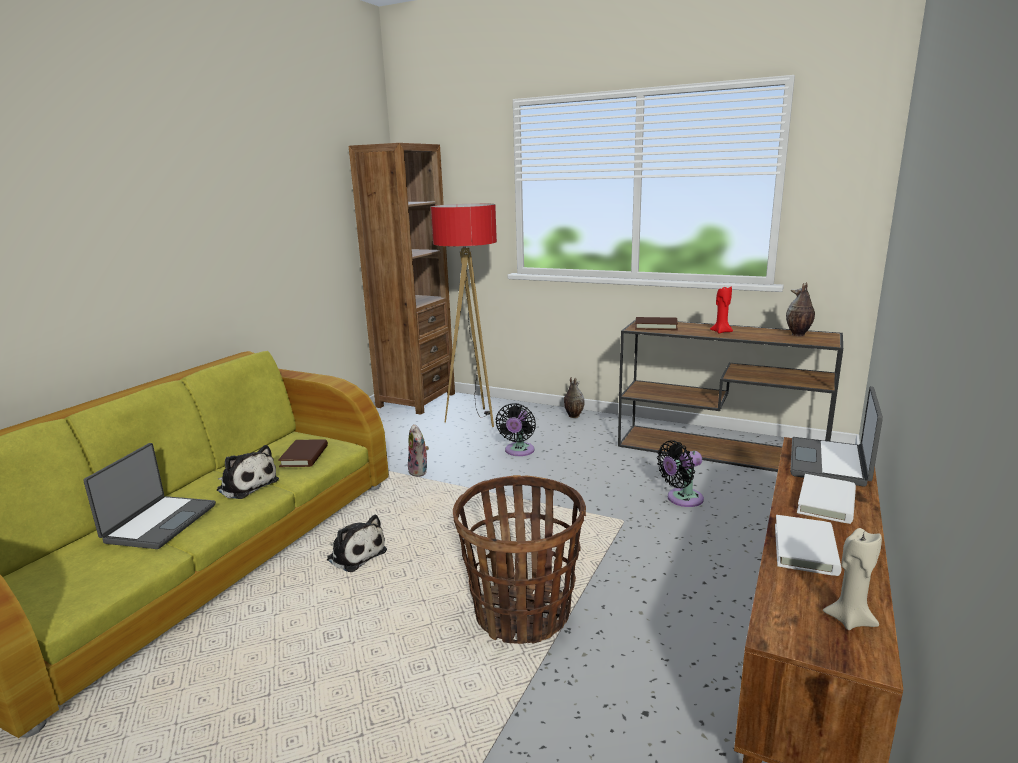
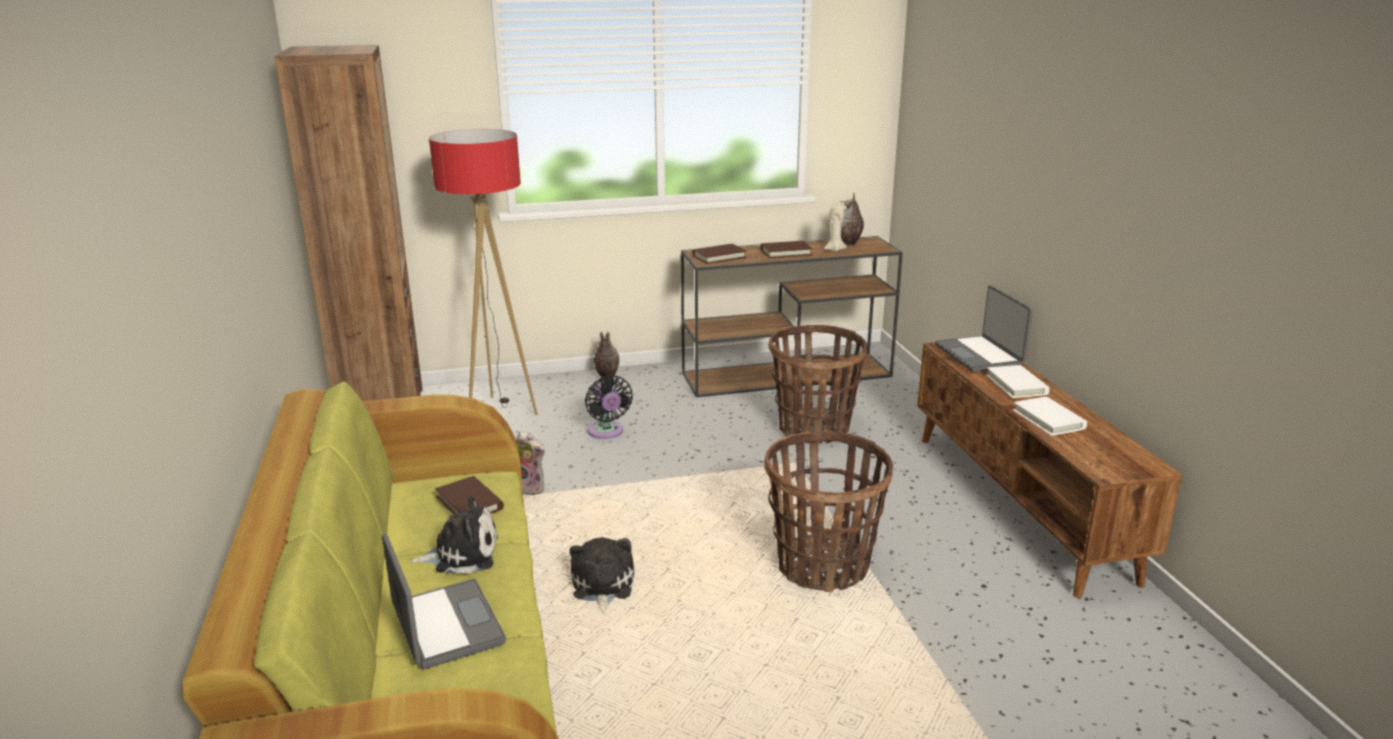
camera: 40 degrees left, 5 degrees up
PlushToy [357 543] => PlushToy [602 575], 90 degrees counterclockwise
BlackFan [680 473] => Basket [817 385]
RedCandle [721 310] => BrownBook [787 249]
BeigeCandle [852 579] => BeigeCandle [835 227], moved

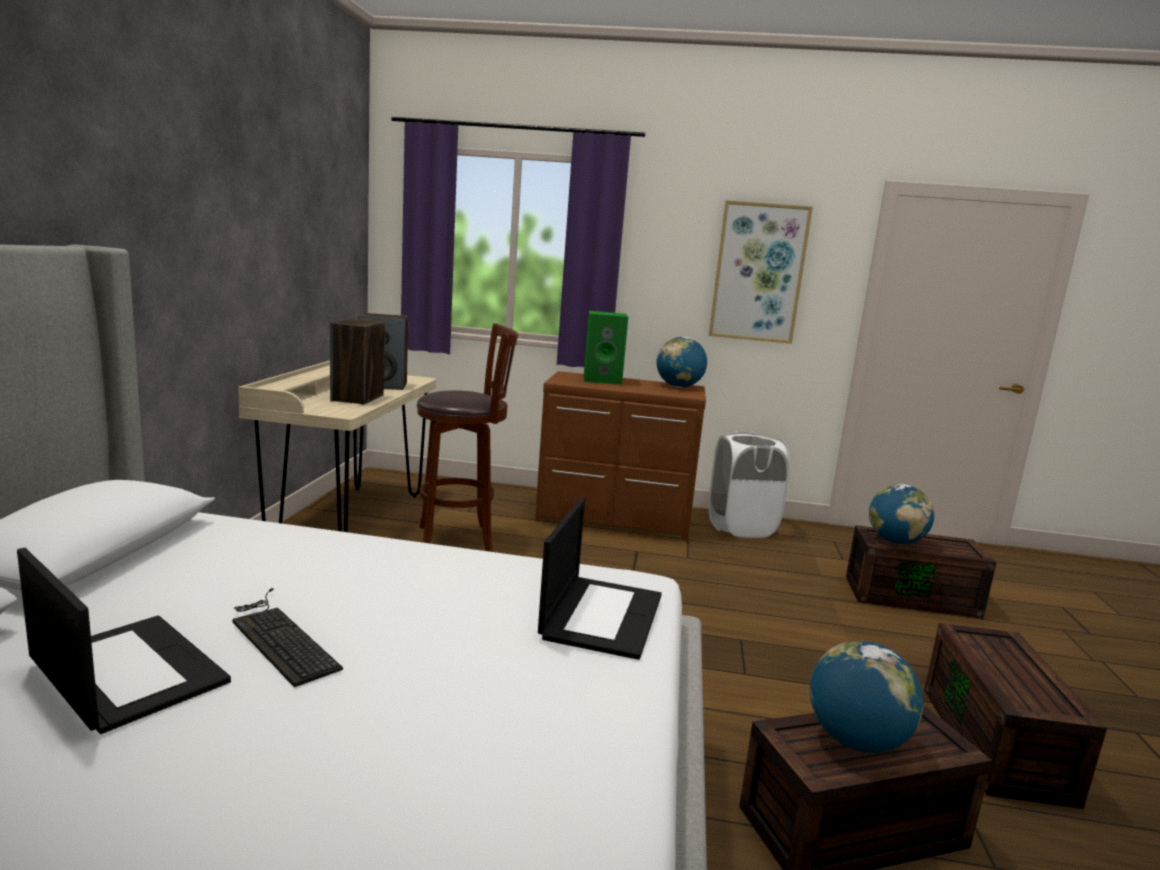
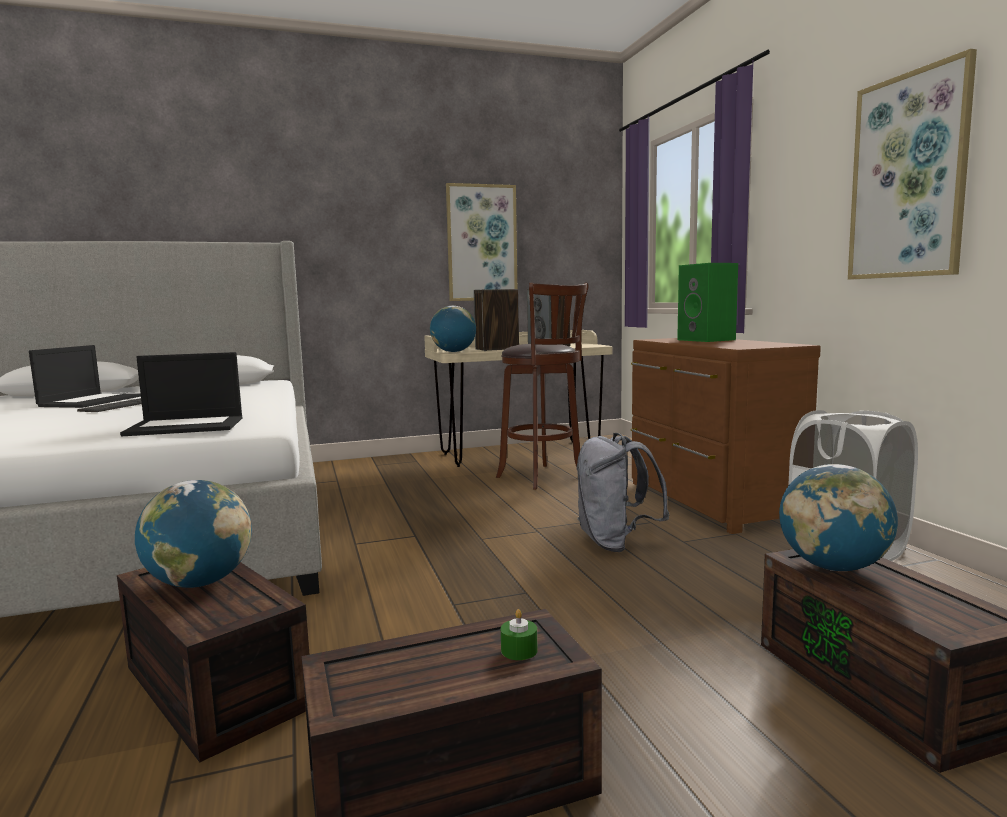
camera: 65 degrees right, 5 degrees down
Globe [682 362] => Globe [453 329], moved
nothing => Picture [481 242]
nothing => GreenCandle [519 634]
nothing => GreyBackpack [623 492]

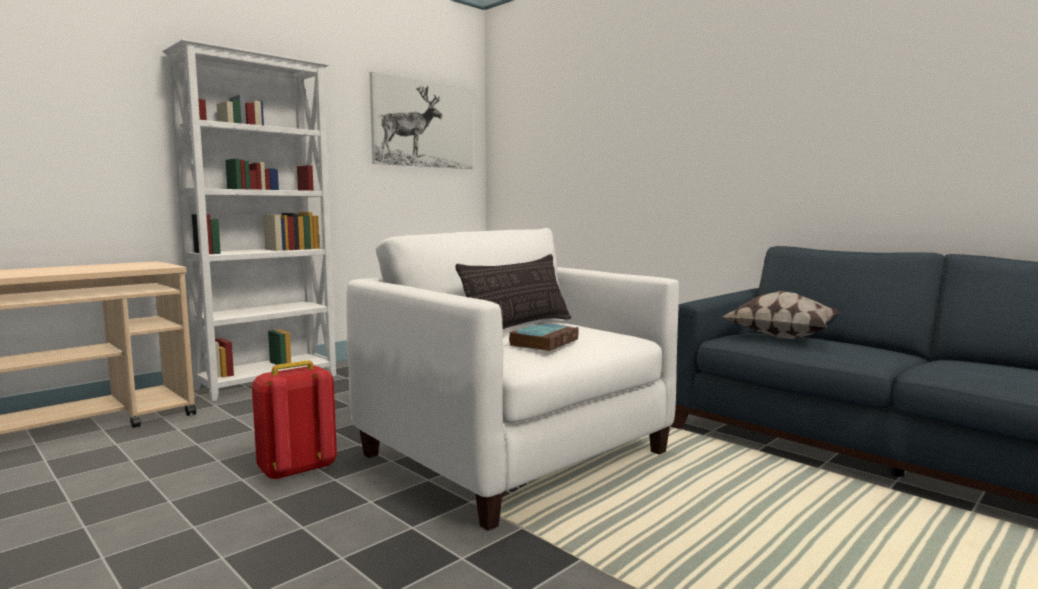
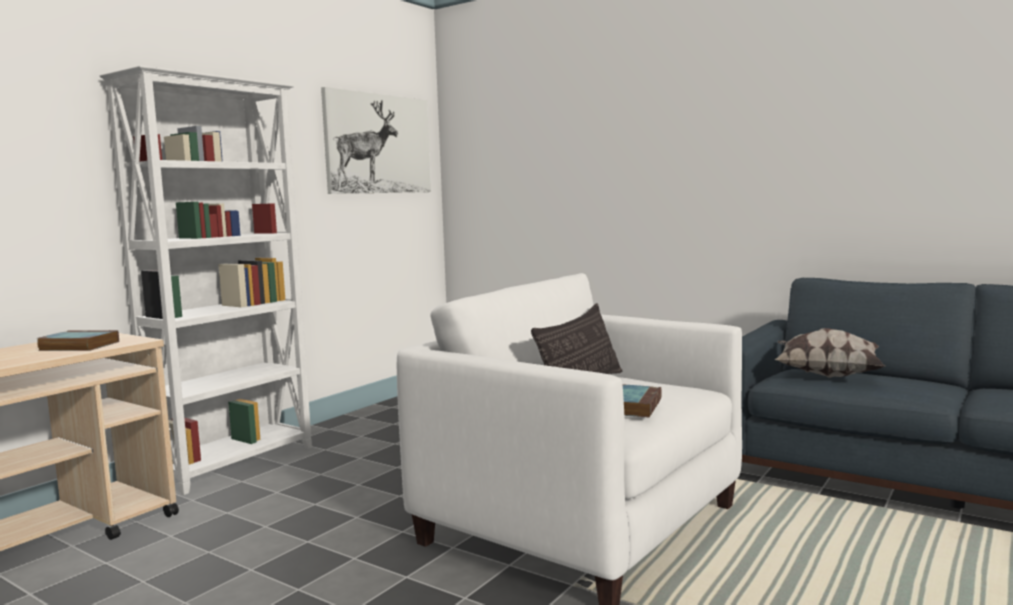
camera: 10 degrees left, 0 degrees up
RedBackpack [294 420] => nothing
nothing => Book [78 340]

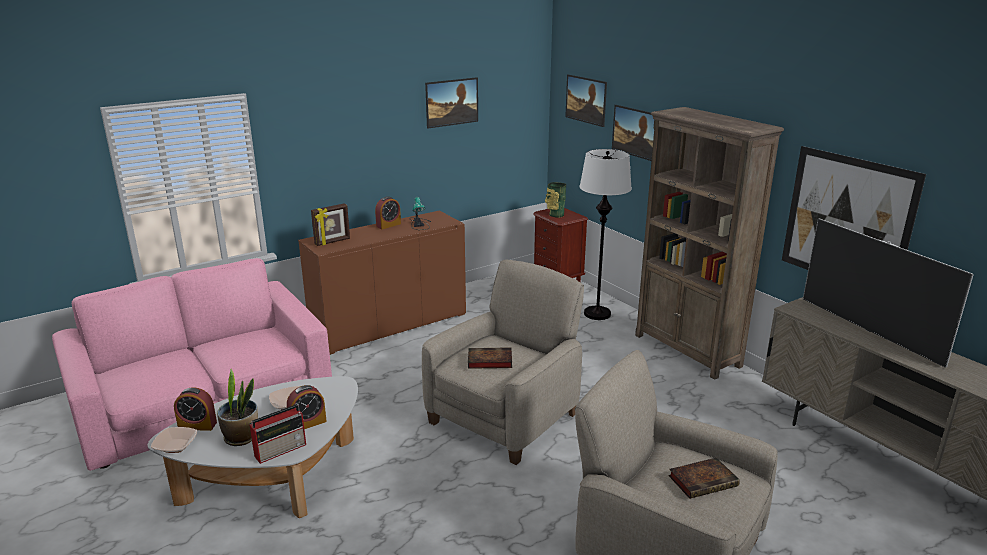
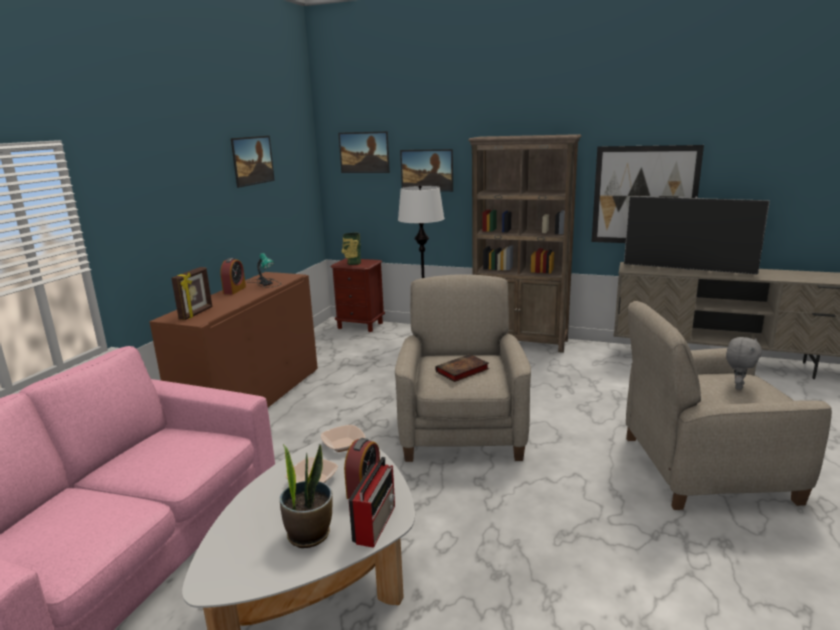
camera: 35 degrees left, 5 degrees down
Bowl [174 440] => Bowl [343 438], moved
AlarmClock [195 409] => nothing
Book [704 478] => GreyPlushToy [744 363]

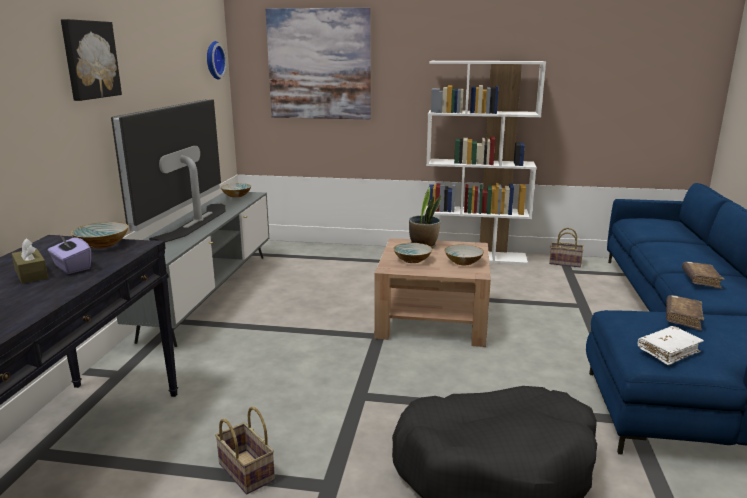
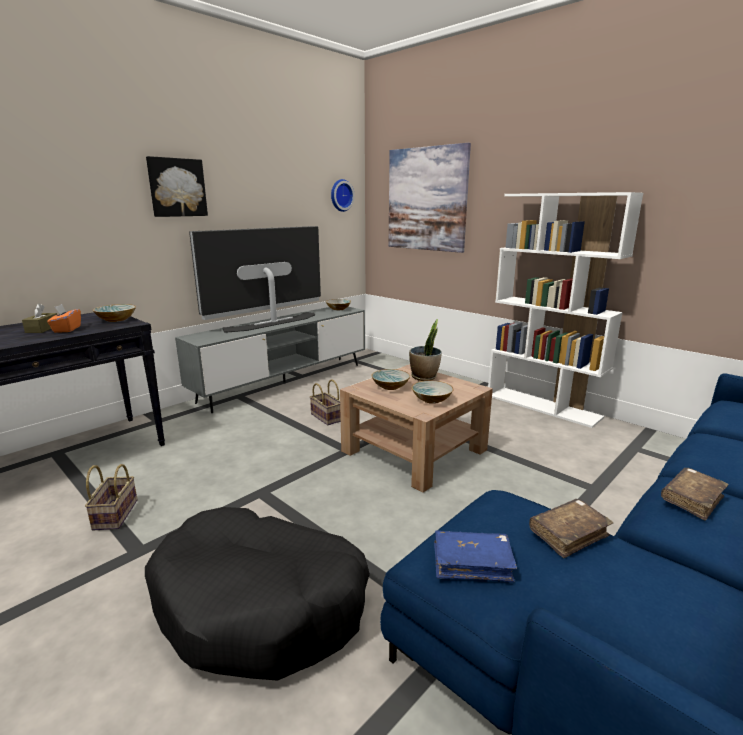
camera: 35 degrees right, 0 degrees up
PurpleTissueBox [69 254] => OrangeTissueBox [64 318]
Basket [566 247] => Basket [325 402], moved
WhiteBook [671 345] => BlueBook [475 556]

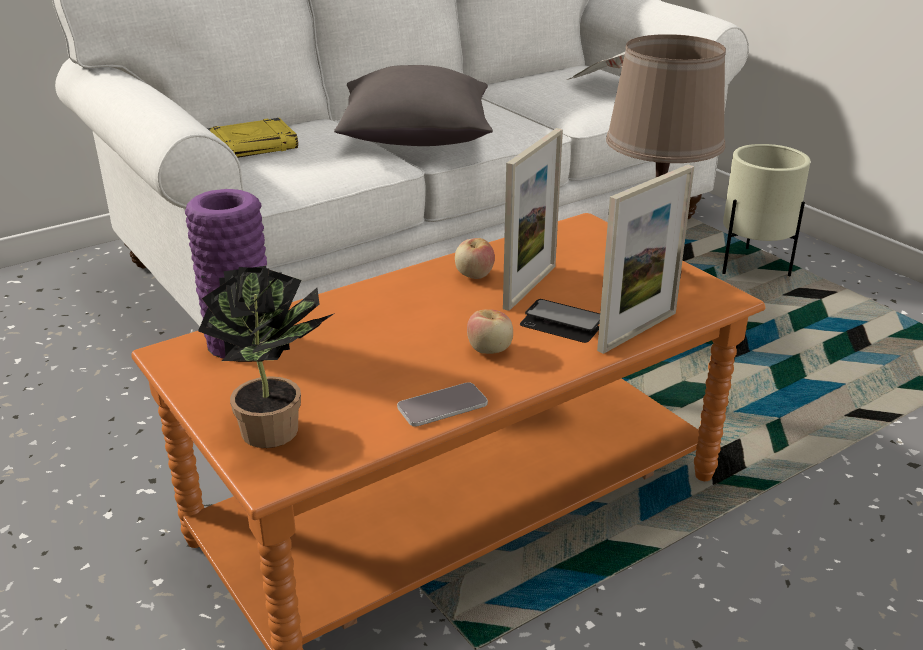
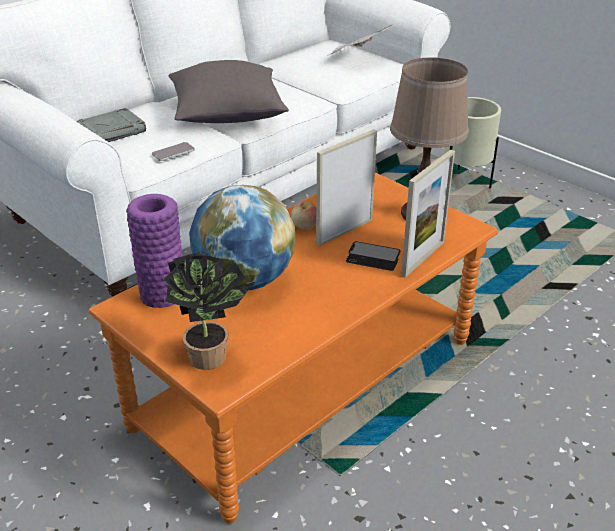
camera: 10 degrees left, 5 degrees up
YellowBook [252 138] => GreyBook [111 125]
Phone [442 404] => Phone [173 151], moved
Apple [490 331] => nothing
PictureFrame [533 219] => PictureFrame [346 187], 150 degrees counterclockwise
nothing => Globe [242 237]

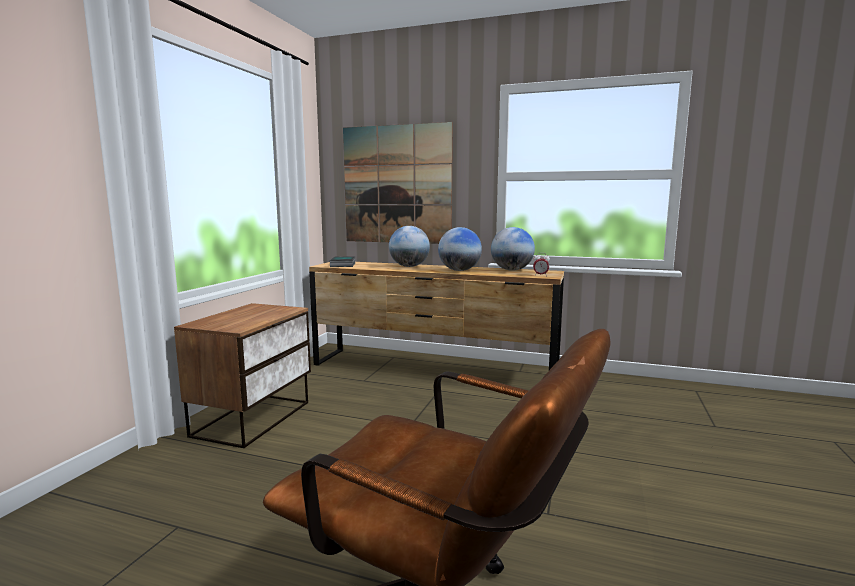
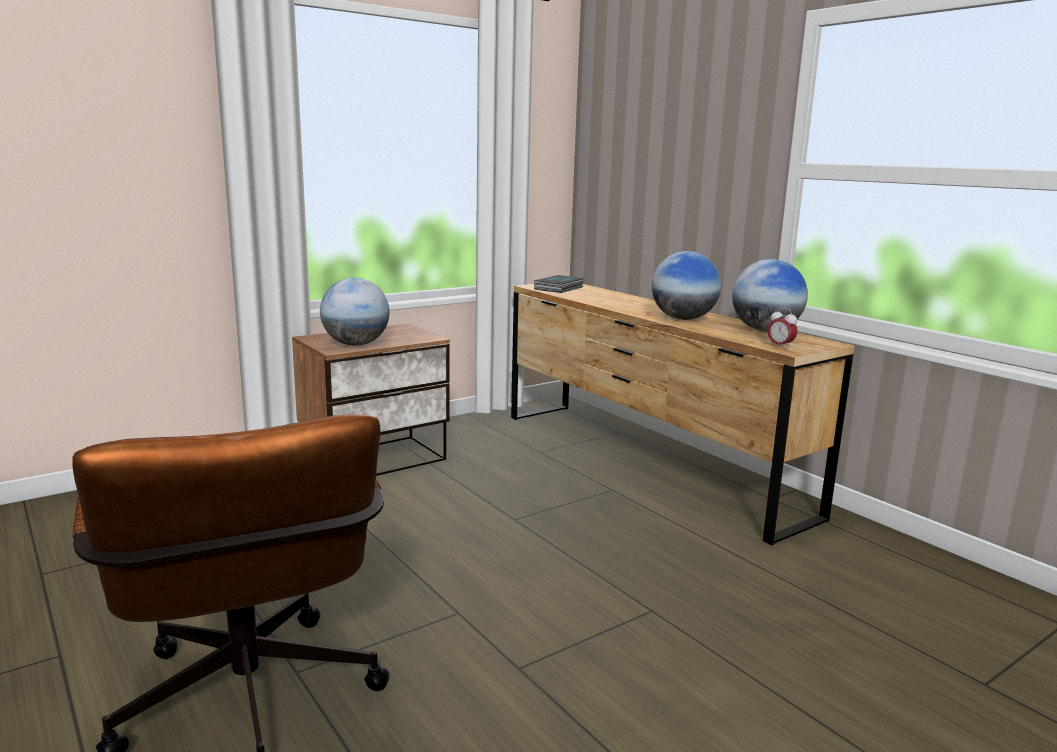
camera: 35 degrees right, 5 degrees up
Picture [398 183] => nothing
Globe [409 246] => Globe [354 312], moved

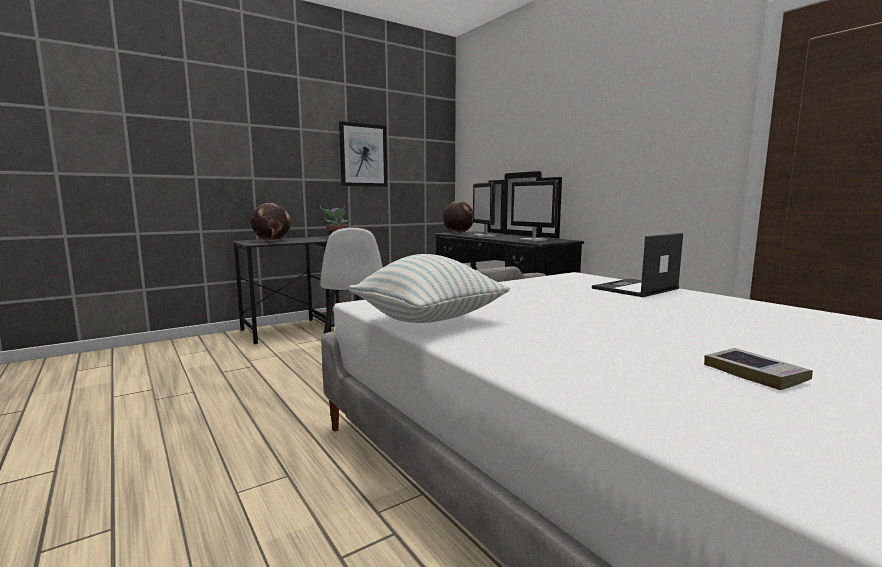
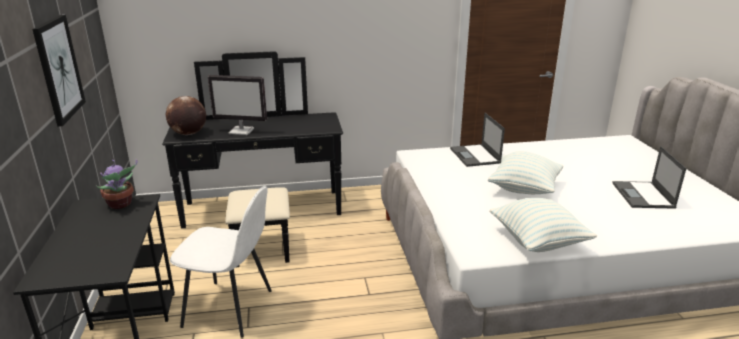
camera: 65 degrees left, 15 degrees up
Globe [271 222] => nothing
Monitor [535 211] => nothing
Book [758 369] => Laptop [649 177]
nothing => Pillow [525 172]

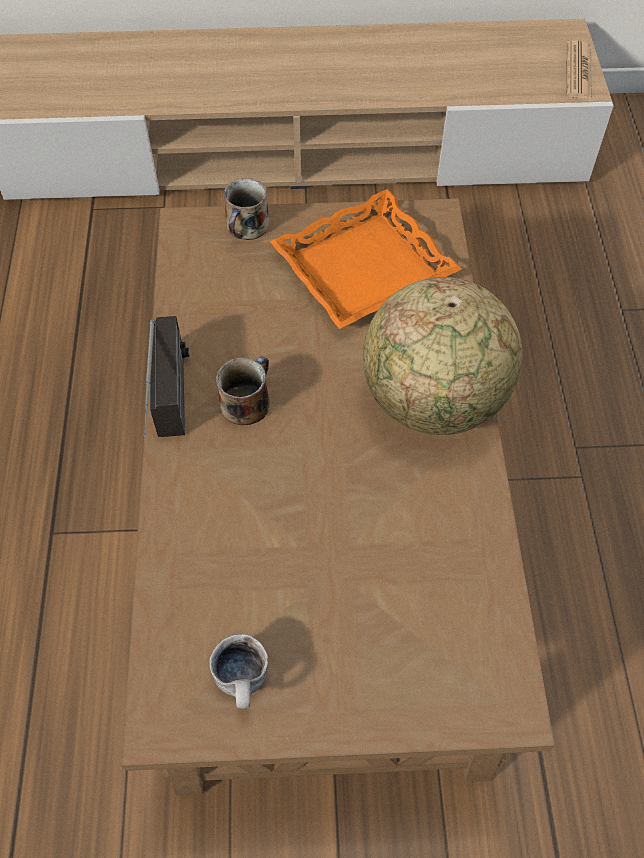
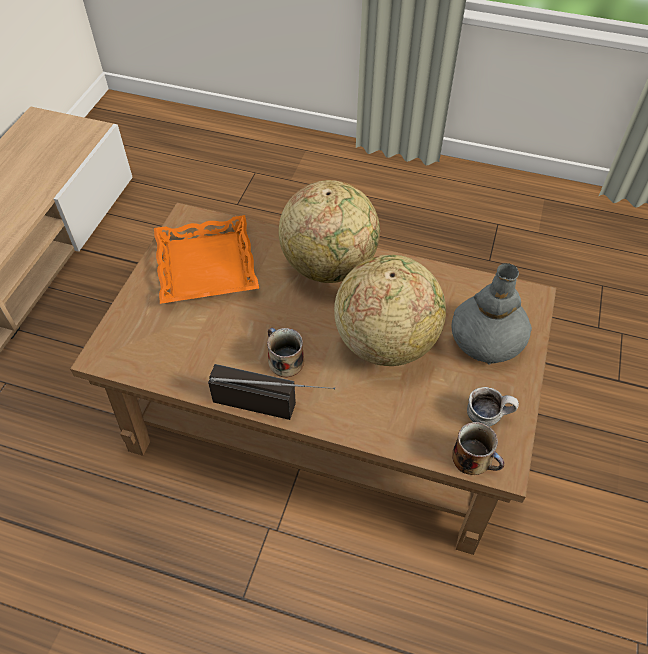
camera: 70 degrees left, 5 degrees down
Mug [246 209] => Mug [478 448], moved
Newspaper [579 69] => nothing
nothing => Globe [390 310]
nothing => GreyVase [492 314]

